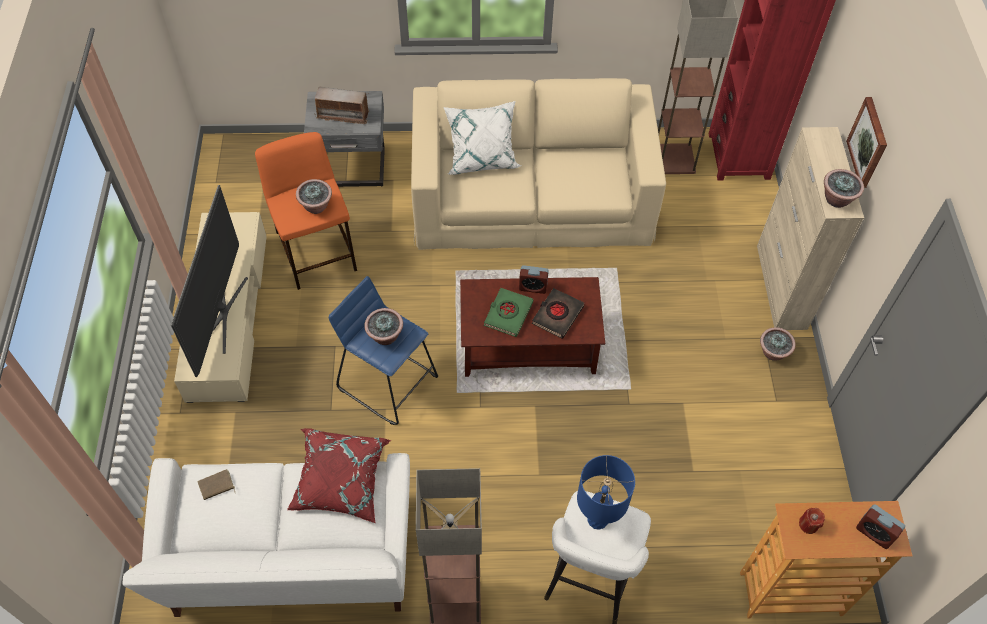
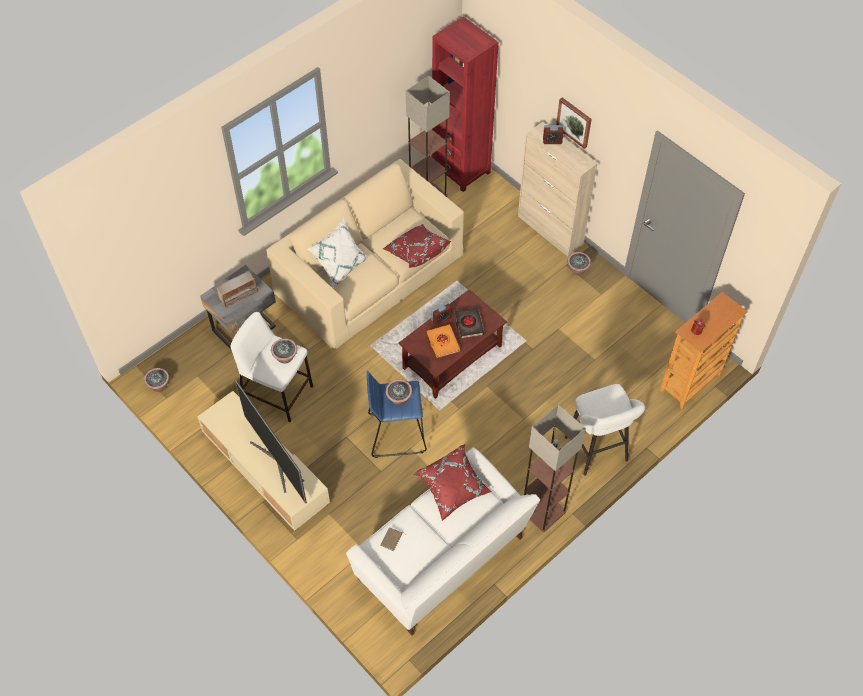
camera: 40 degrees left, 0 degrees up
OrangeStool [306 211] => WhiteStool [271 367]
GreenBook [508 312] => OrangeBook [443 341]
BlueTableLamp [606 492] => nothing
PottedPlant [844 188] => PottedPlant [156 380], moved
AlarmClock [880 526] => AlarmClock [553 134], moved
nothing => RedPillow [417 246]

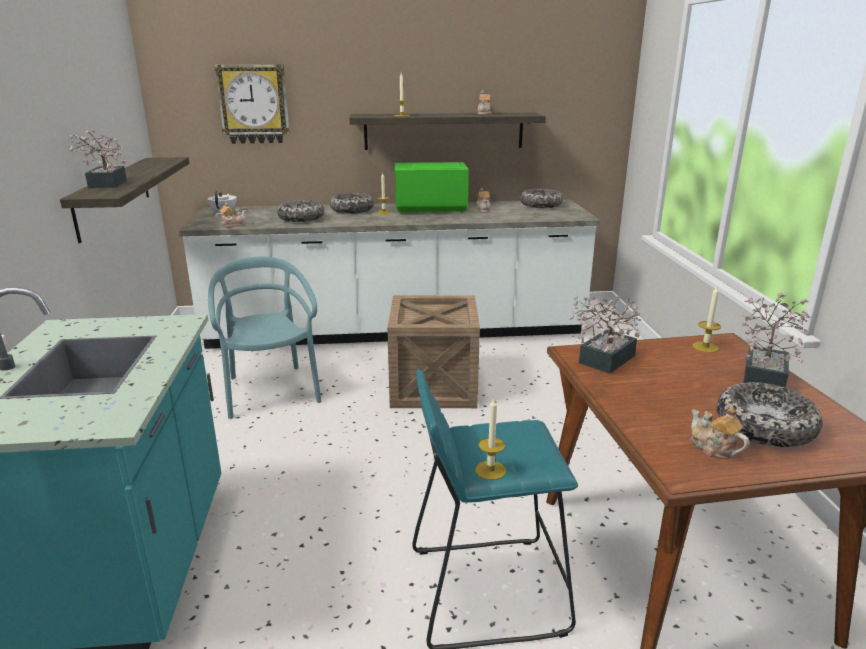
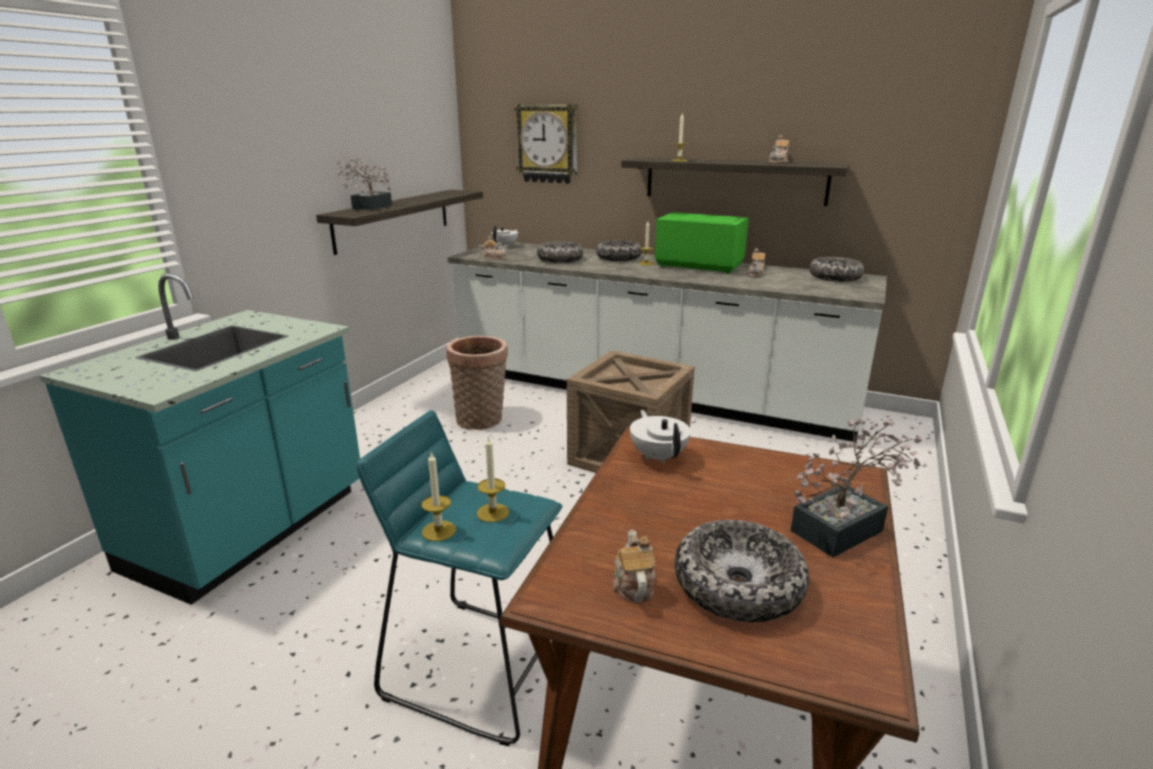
camera: 30 degrees right, 0 degrees up
TurquoiseChair [265 337] => Basket [477 383]
PottedPlant [605 335] => WhiteTeapot [660 437]
Candle [707 319] => Candle [493 478], moved

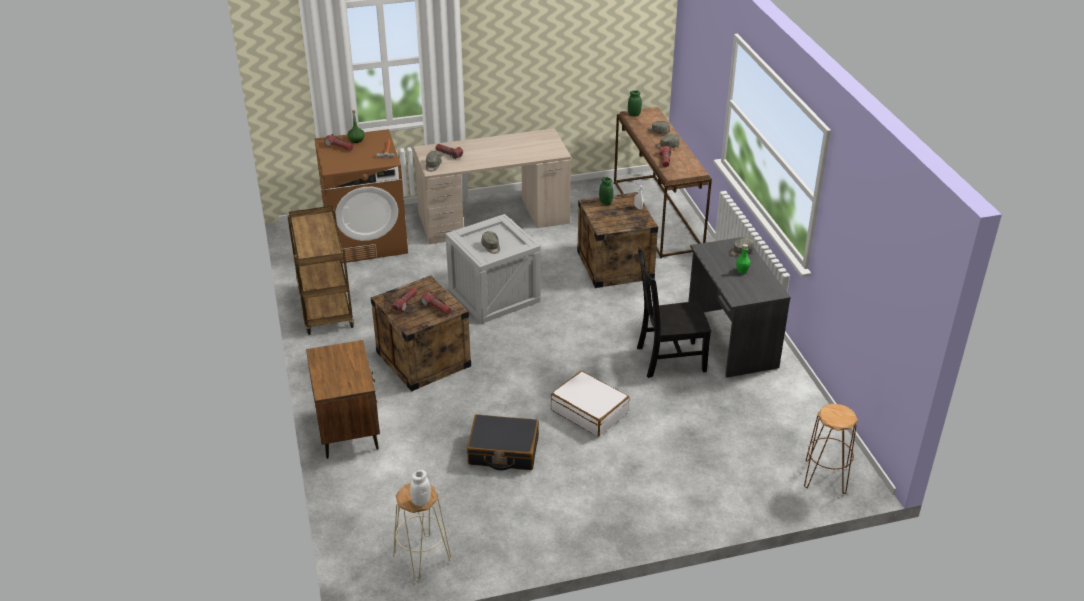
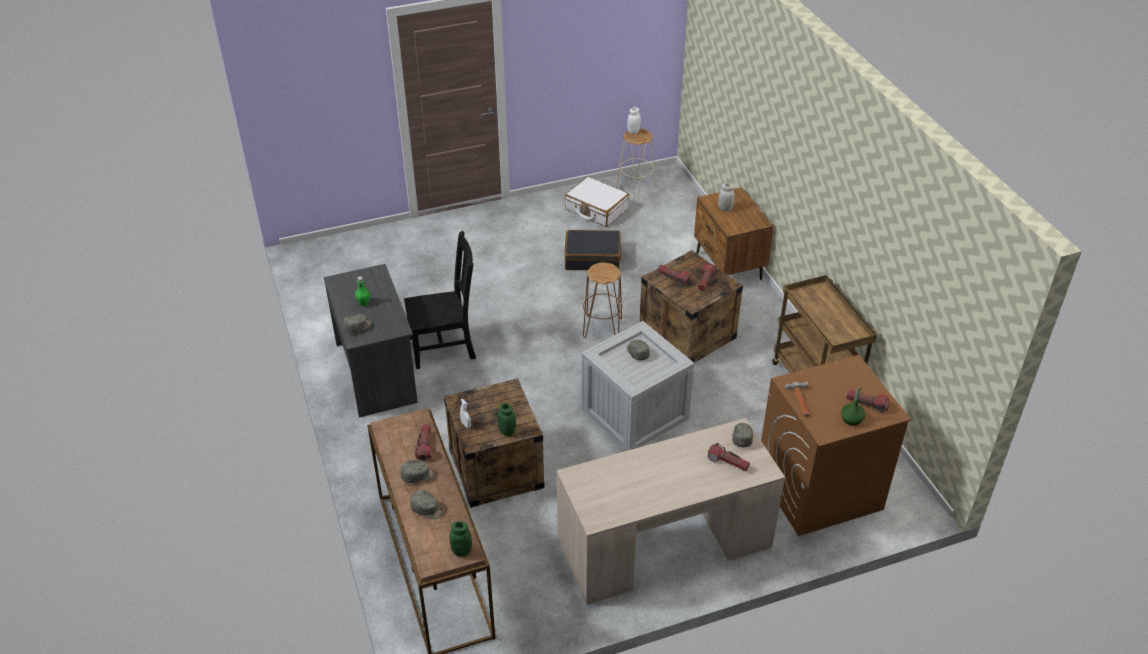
camera: 175 degrees right, 5 degrees up
WhiteSuitcase [590 403] => WhiteSuitcase [597 202], moved
BrownStool [831 449] => BrownStool [602 300], moved
nothing => WhiteJar [726 197]

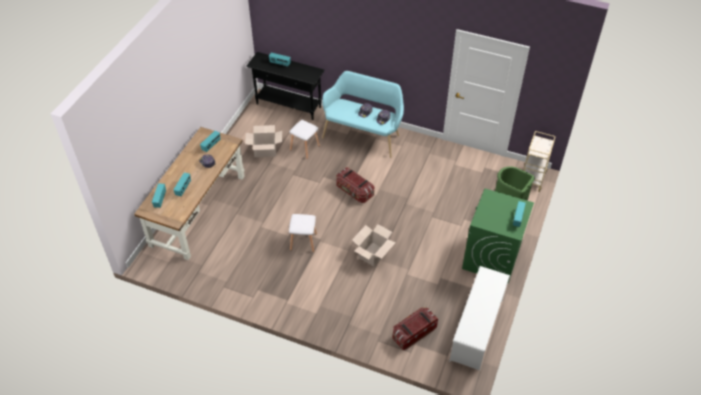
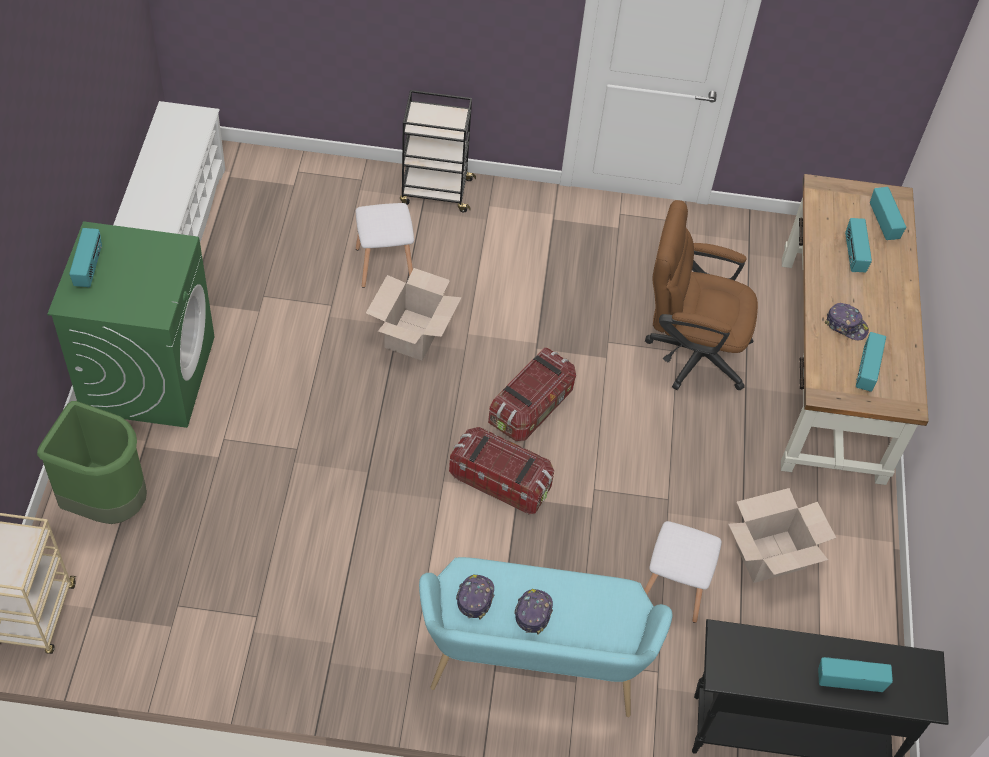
camera: 160 degrees right, 5 degrees up
WhiteStool [303 233] => WhiteStool [385 245], moved
StorageBox [415 328] => StorageBox [532 394], moved
nothing => BlackCart [438 151]
nothing => BrownOfficeChair [701 295]

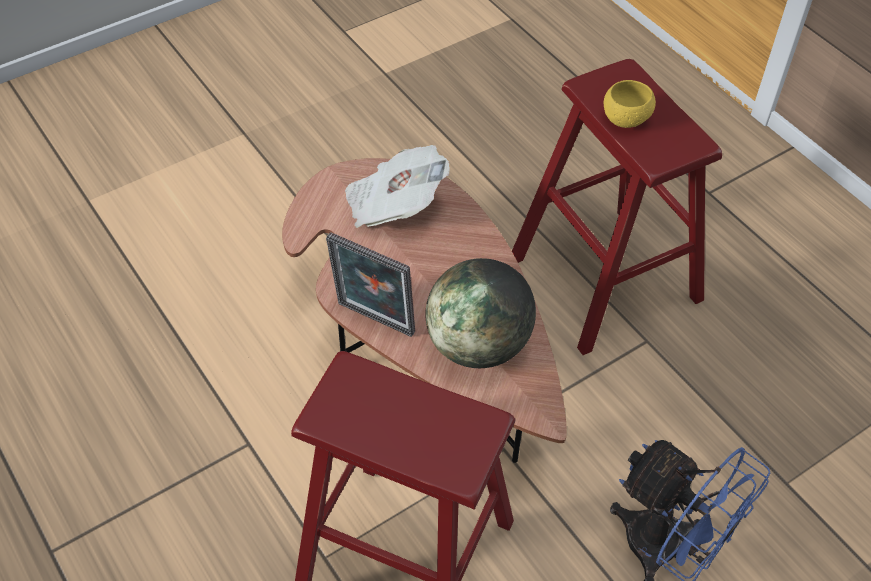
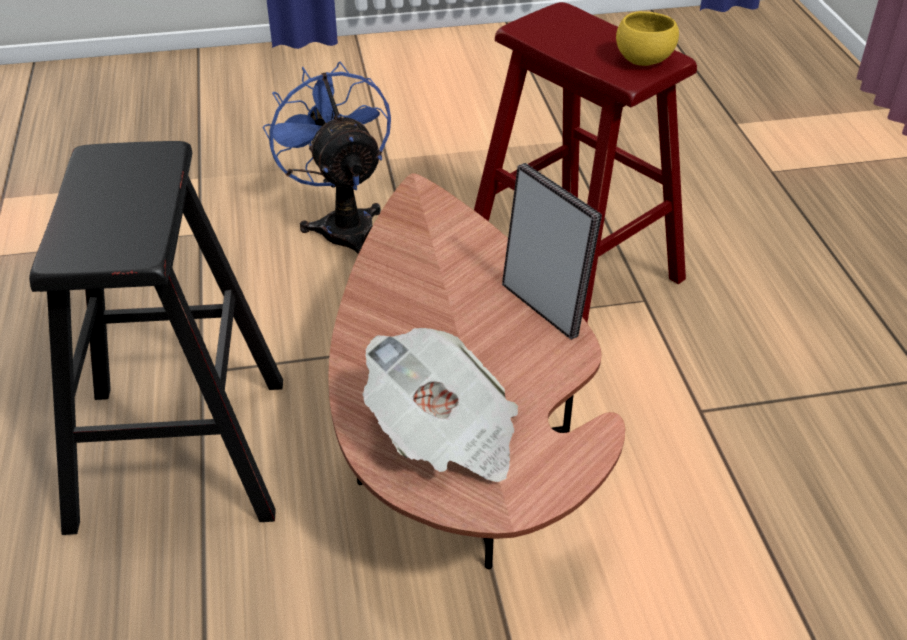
camera: 155 degrees left, 10 degrees down
Globe [481 313] => nothing
RedStool [617 207] => BlackStool [156 338]
YellowBowl [630 104] => YellowBowl [647 38], moved

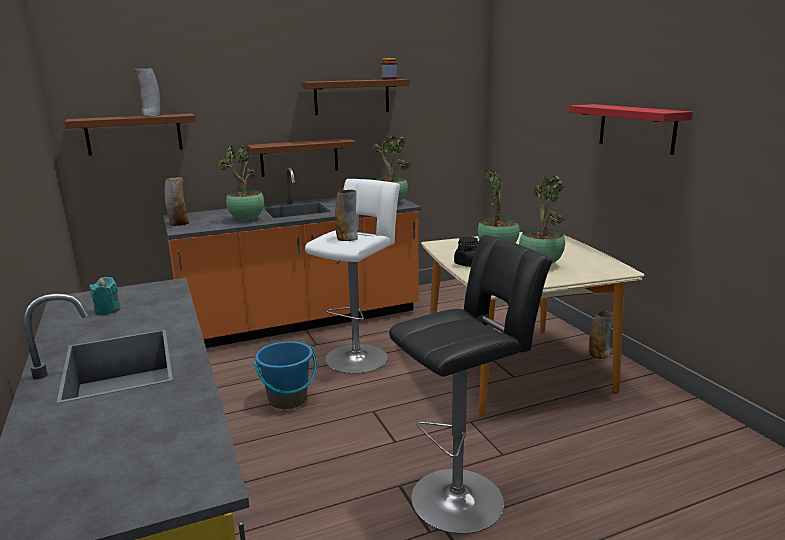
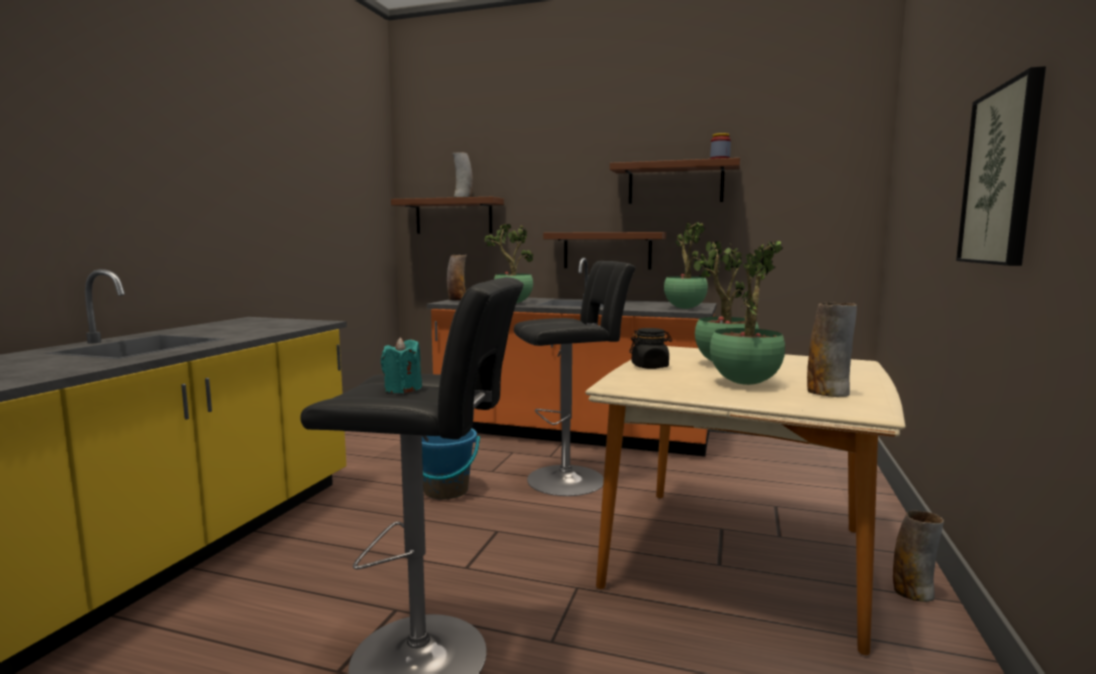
camera: 40 degrees right, 10 degrees down
TurquoiseCandle [105 296] => TurquoiseCandle [401 365], moved
WhiteStool [352 276] => BlackStool [575 378]
Vase [346 215] => Vase [832 349], moved
RedShelf [631 129] => Picture [1001 166]

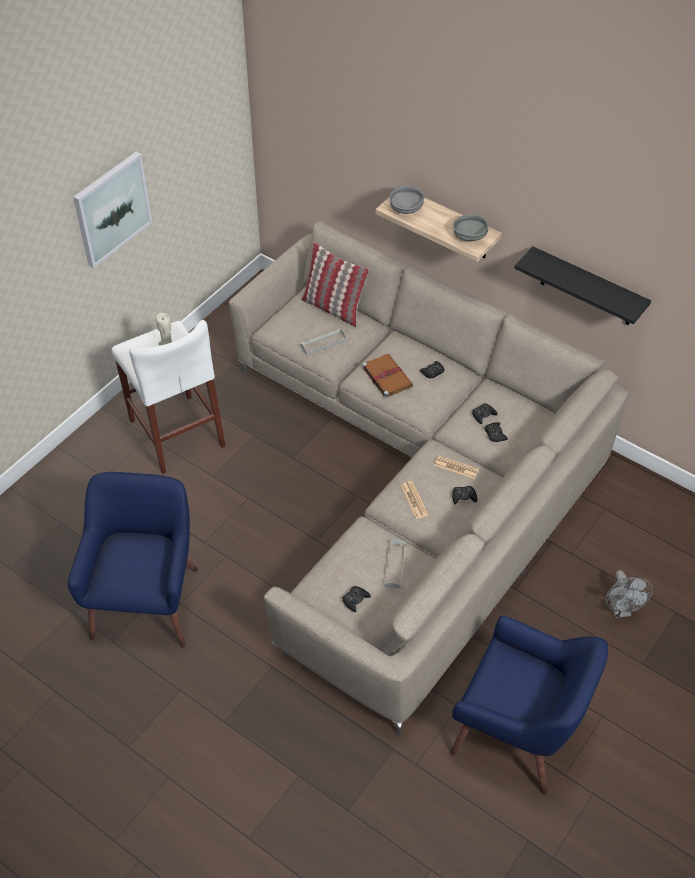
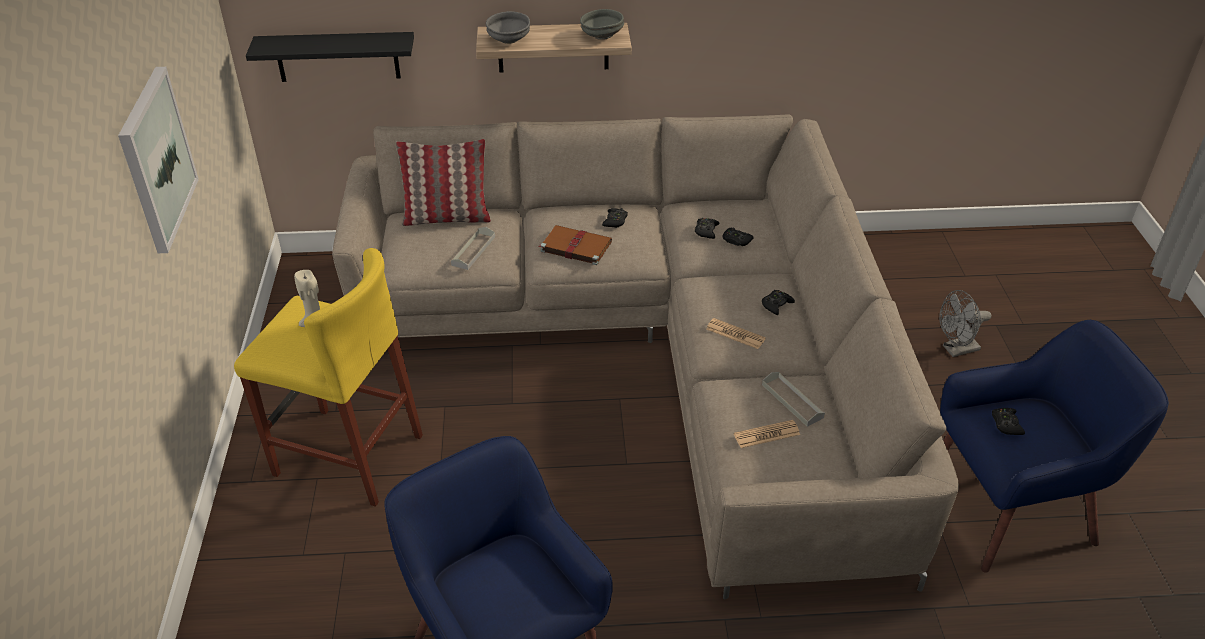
camera: 40 degrees left, 10 degrees down
WhiteStool [168 397] => YellowStool [328 377]
BlackGameController [356 599] => BlackGameController [1008 421], moved
Newspaper [456 467] => Newspaper [767 434], moved
BlackShelf [582 286] => BlackShelf [330 57], moved
GreyFan [629 594] => GreyFan [965 323], 120 degrees clockwise

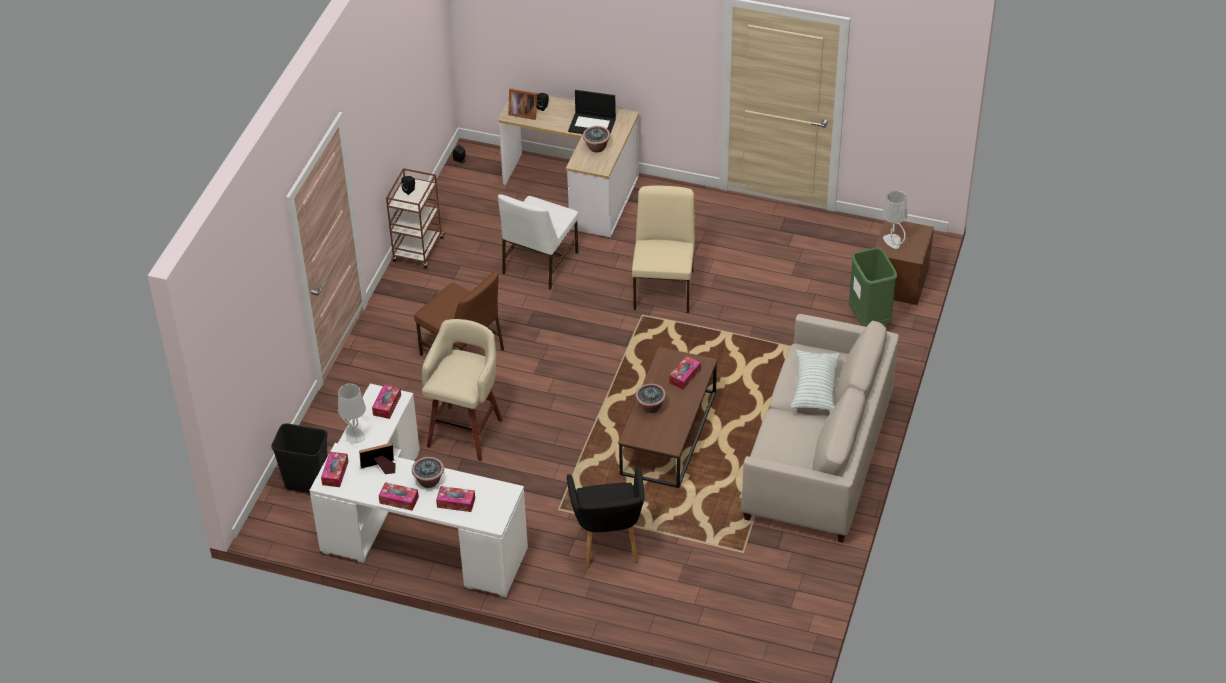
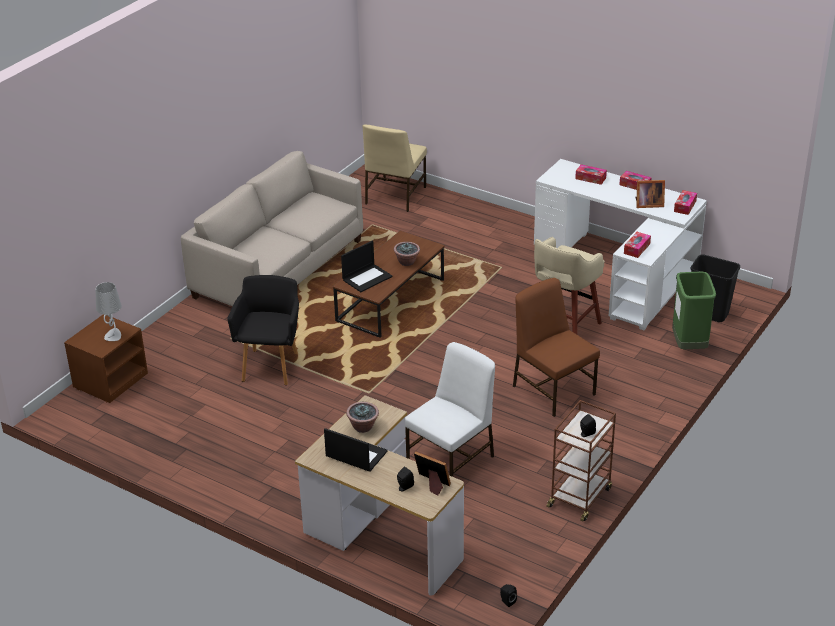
camera: 165 degrees left, 10 degrees down
GreyTableLamp [352 413] => nothing
PottedPlant [428 472] => nothing
BlackArmchair [606 517] => BlackArmchair [263 330], moved
BeigeChair [663 249] => BeigeChair [395 168], moved
TissueBox [685 373] => Laptop [367 266]
Pillow [815 380] => nothing
GreenTrashCan [873 287] => GreenTrashCan [694 310], moved

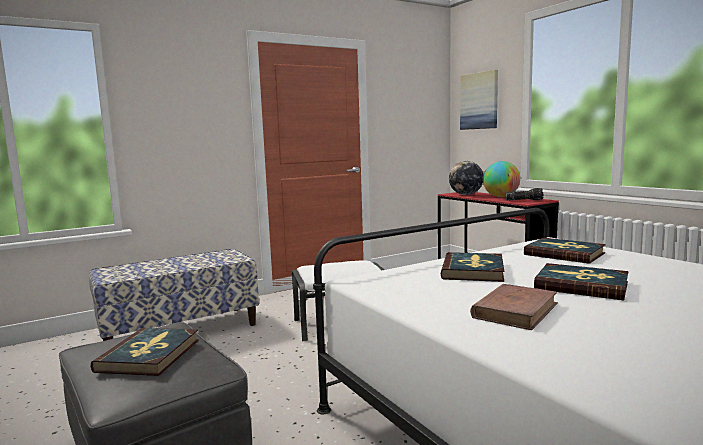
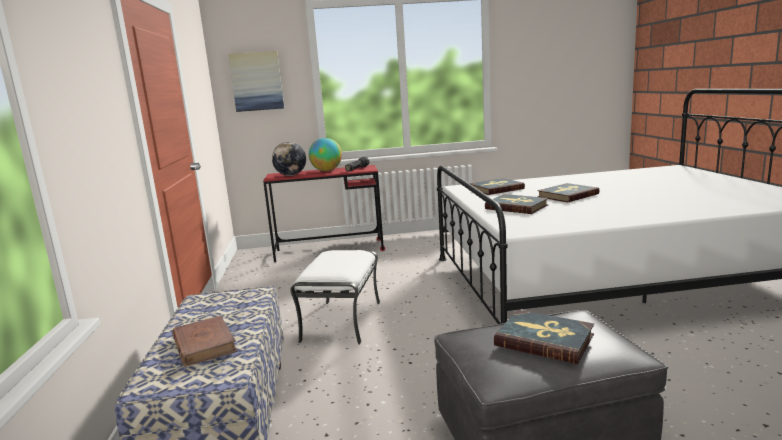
camera: 65 degrees left, 5 degrees up
BrownBook [514 307] => BrownBook [205 341], moved

